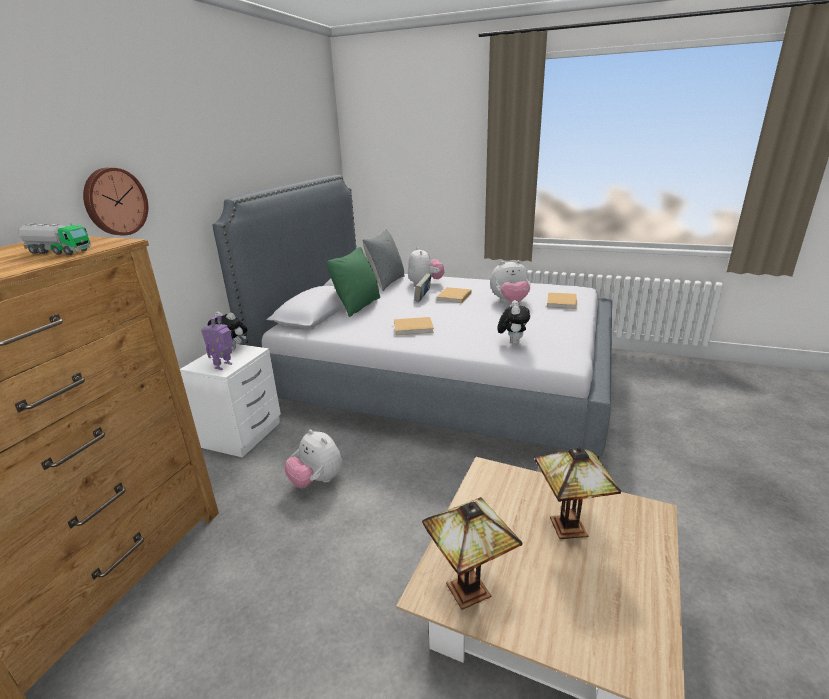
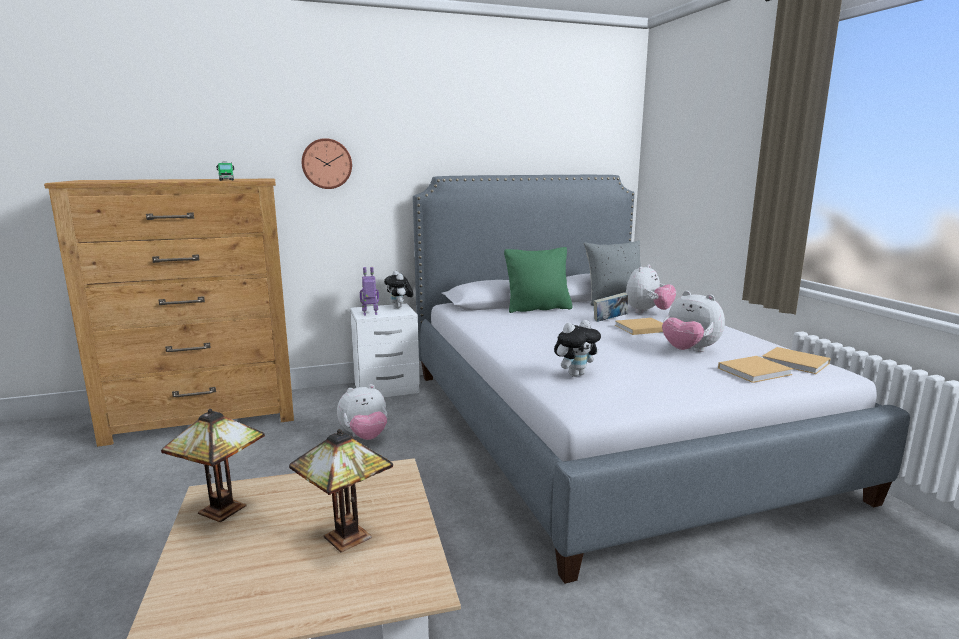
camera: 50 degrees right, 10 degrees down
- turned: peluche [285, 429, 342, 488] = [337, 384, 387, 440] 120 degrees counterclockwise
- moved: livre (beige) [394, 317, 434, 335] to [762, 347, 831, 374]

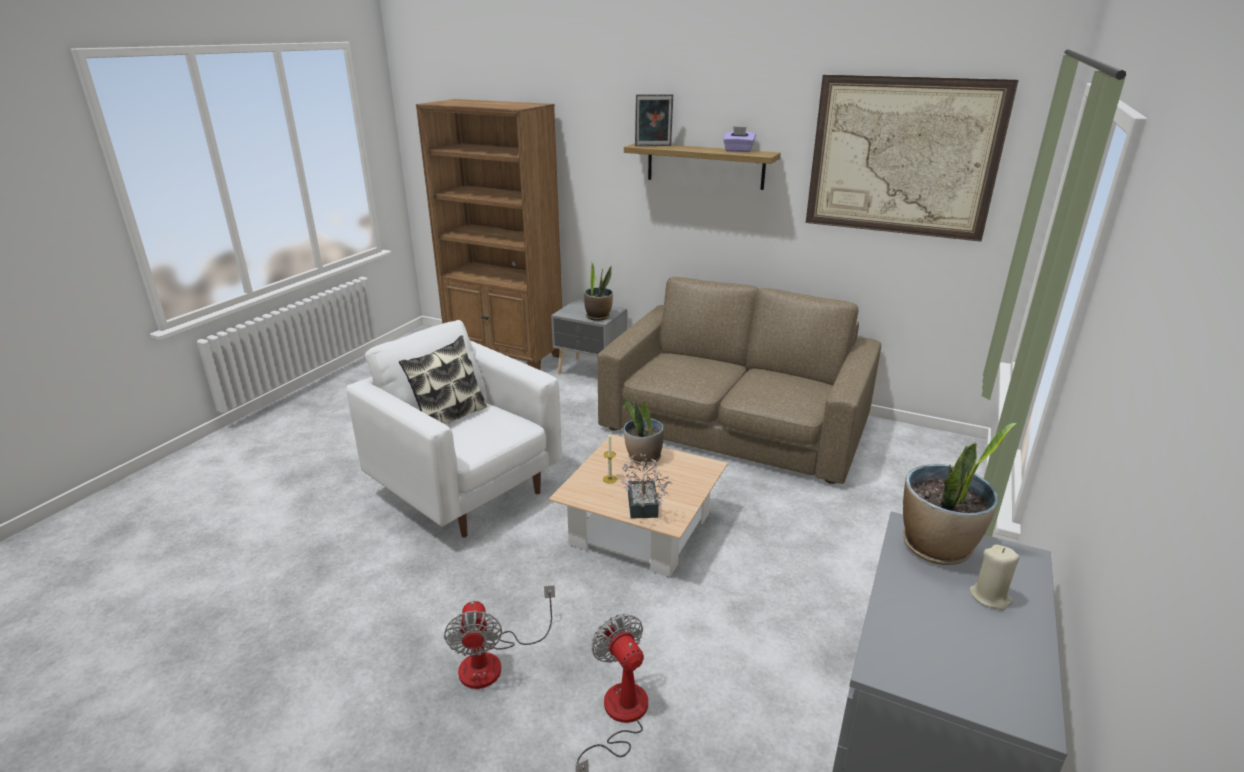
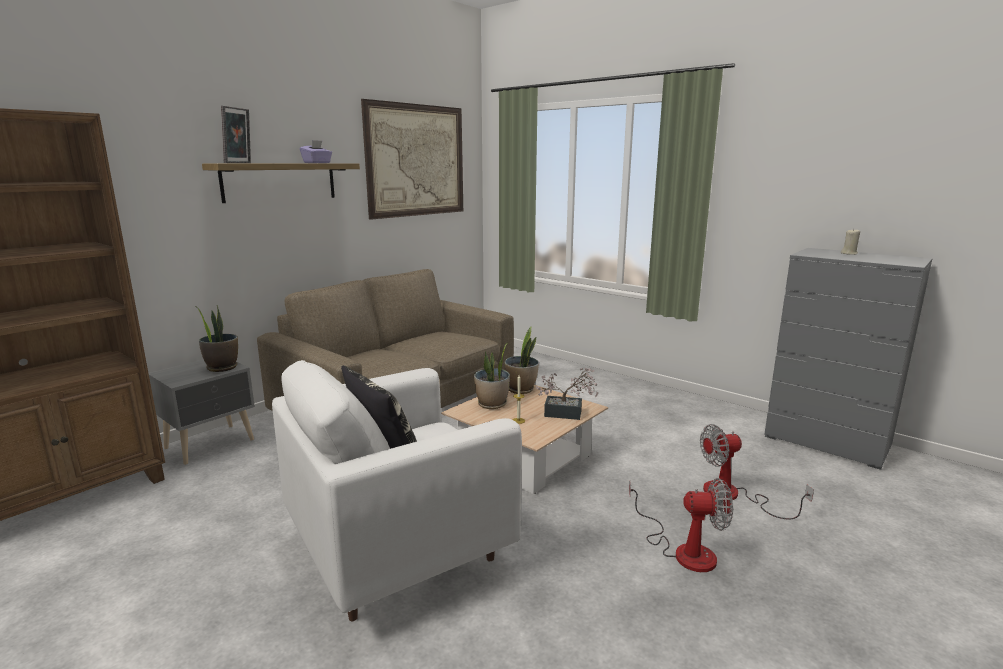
camera: 75 degrees left, 10 degrees down
- moved: plante en pot [903, 423, 1016, 565] to [504, 327, 539, 394]

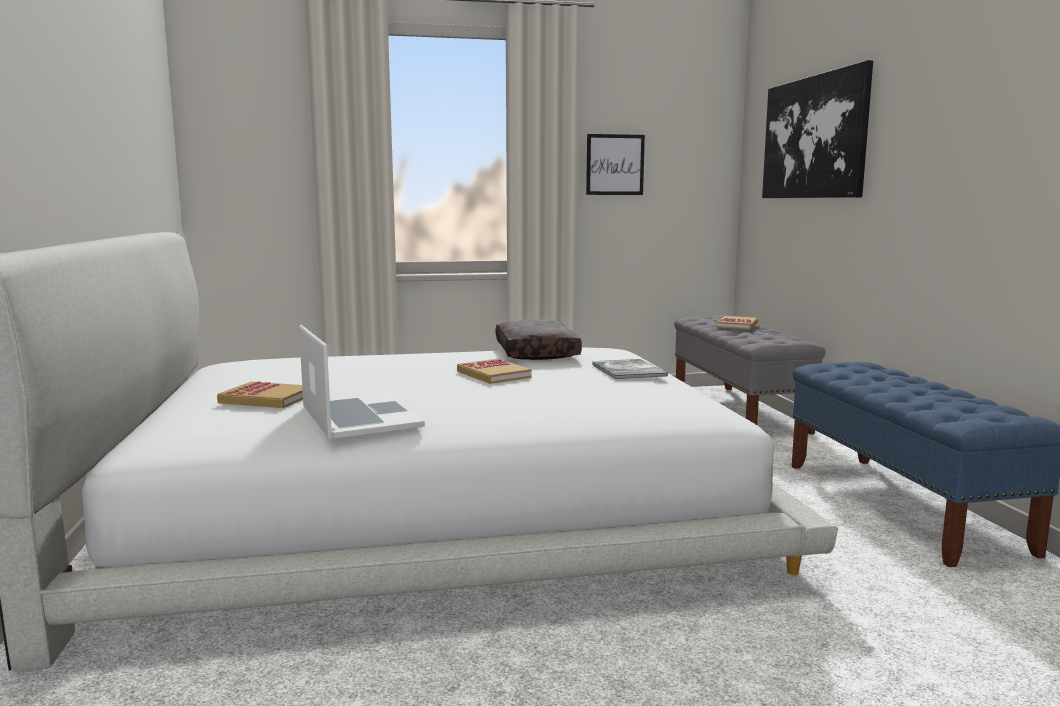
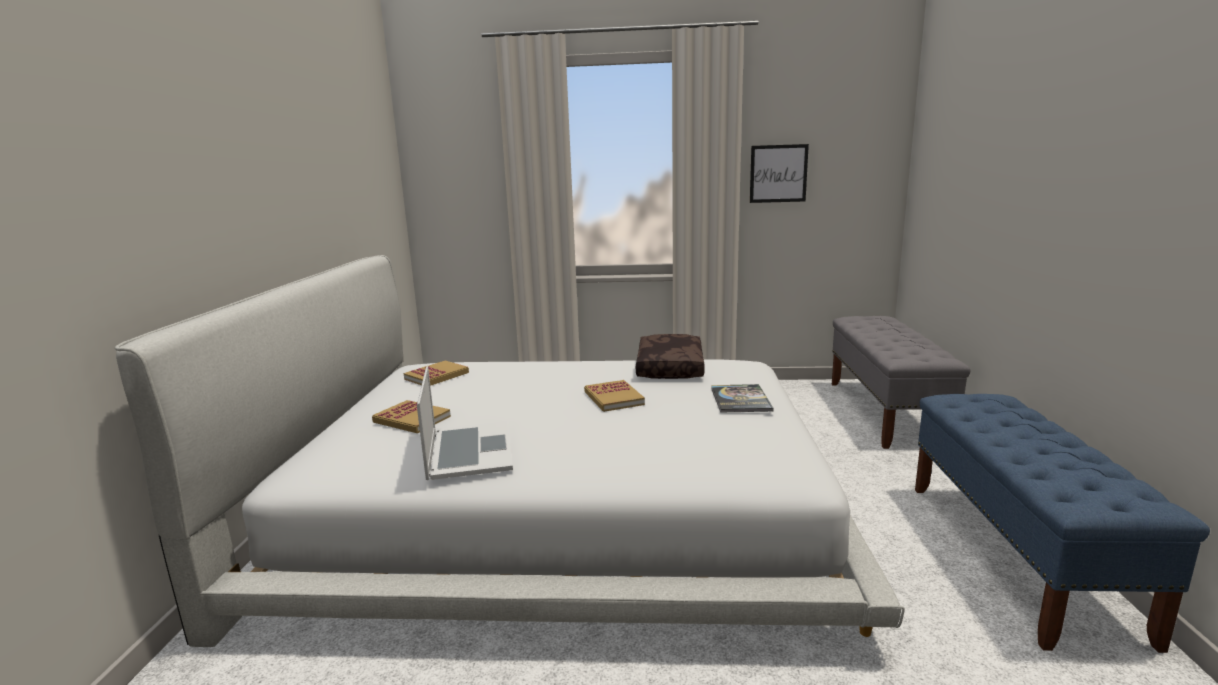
camera: 15 degrees right, 5 degrees up
- moved: livre [716, 316, 758, 330] to [404, 360, 469, 386]
- removed: tableau [762, 60, 873, 198]

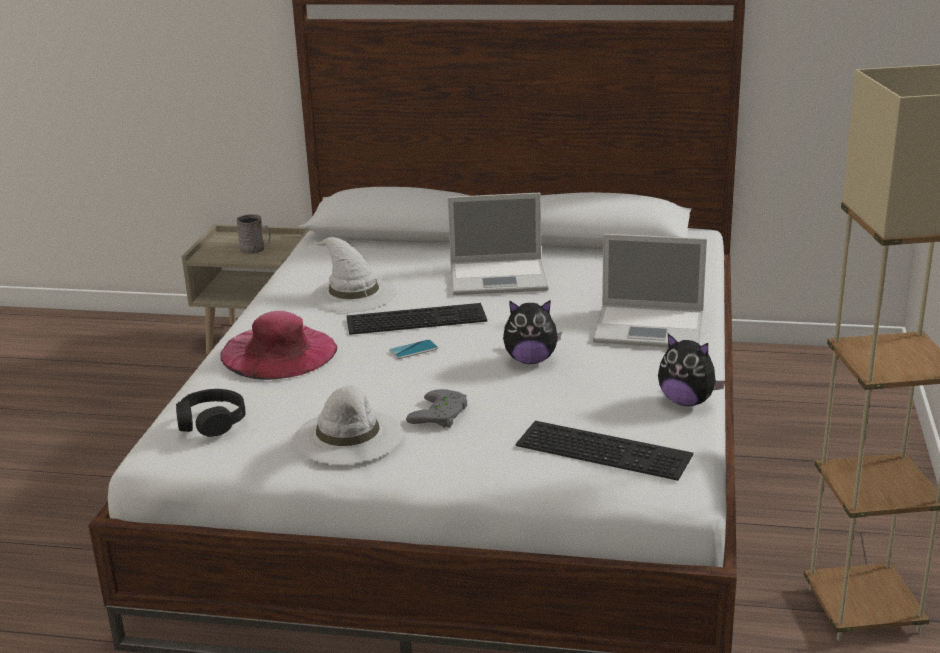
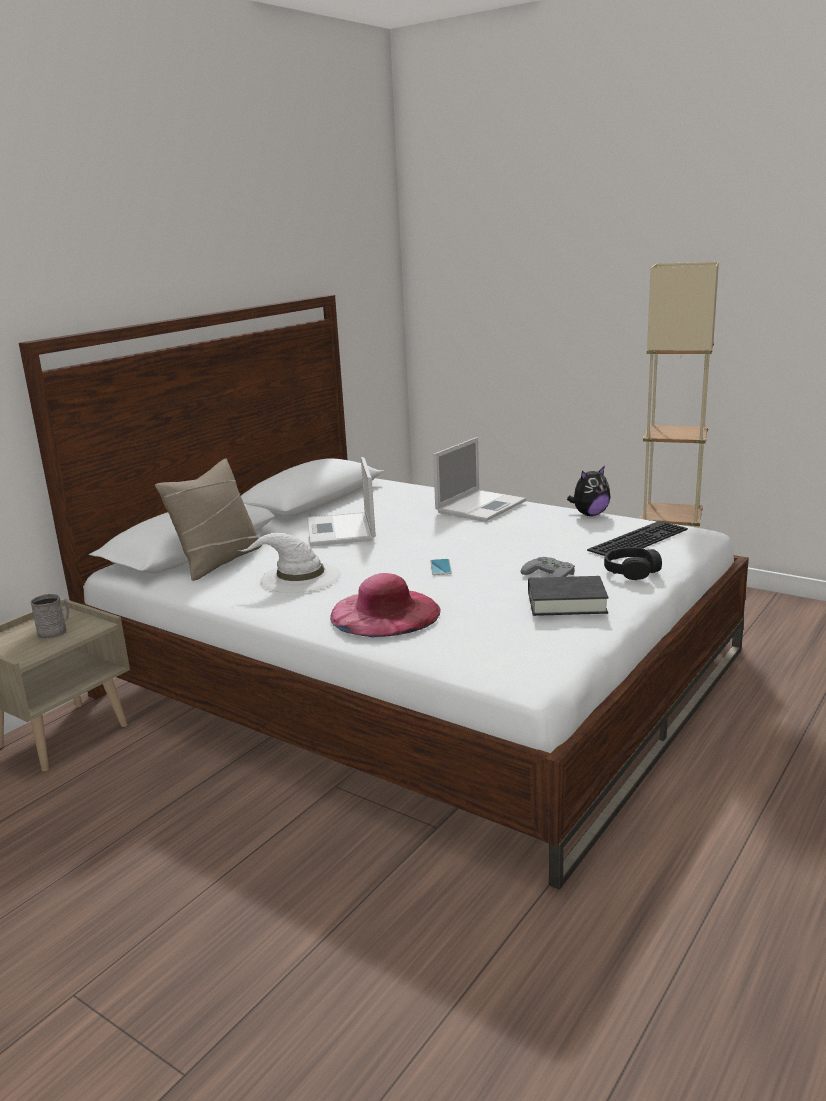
camera: 65 degrees left, 5 degrees down
- added: coussin (beige) [155, 459, 262, 581]
- turned: ordinateur portable [448, 193, 548, 295] = [307, 457, 376, 546] 150 degrees clockwise
- replaced: chapeau (blanc) [294, 385, 402, 464] to livre (noir) [528, 576, 609, 616]
- moved: casque audio (noir) [176, 389, 245, 437] to [604, 547, 662, 580]
- removed: clavier [346, 303, 487, 335]
- removed: peluche [503, 300, 562, 364]

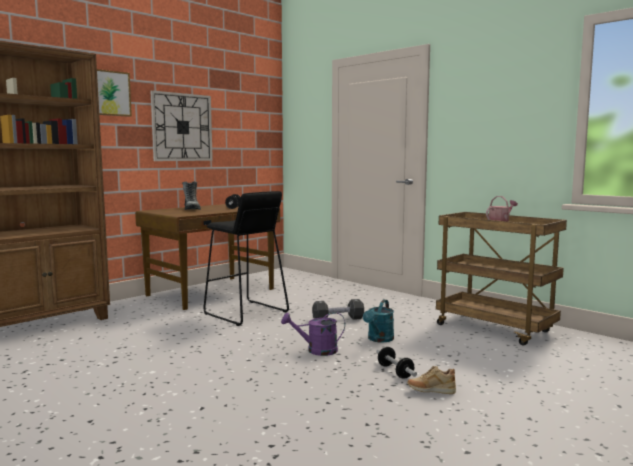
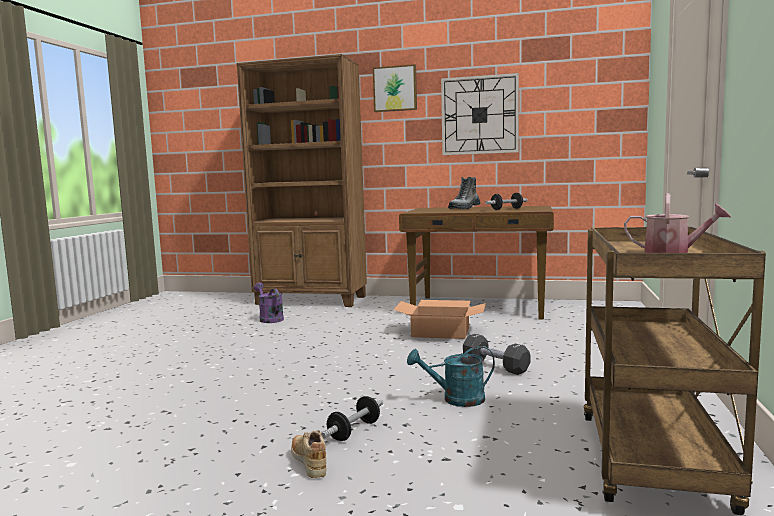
camera: 60 degrees right, 0 degrees up
- moved: arrosoir (violet) [281, 312, 345, 356] to [254, 283, 284, 323]
- replaced: tabouret (noir) [203, 191, 289, 326] to carton [393, 300, 486, 339]

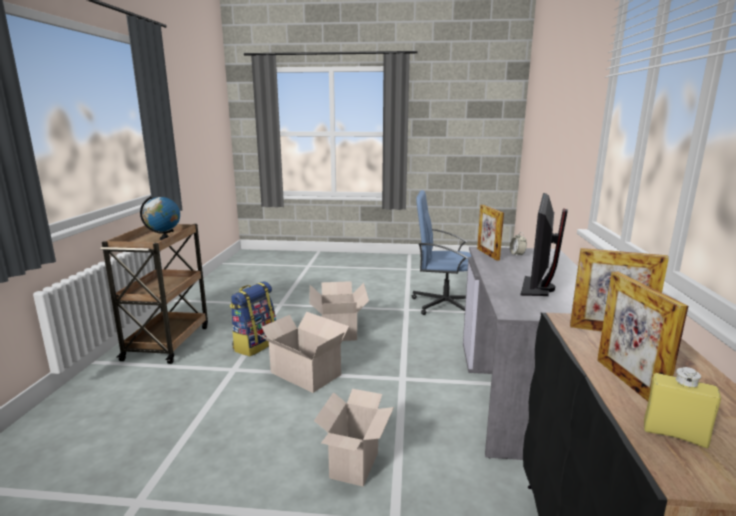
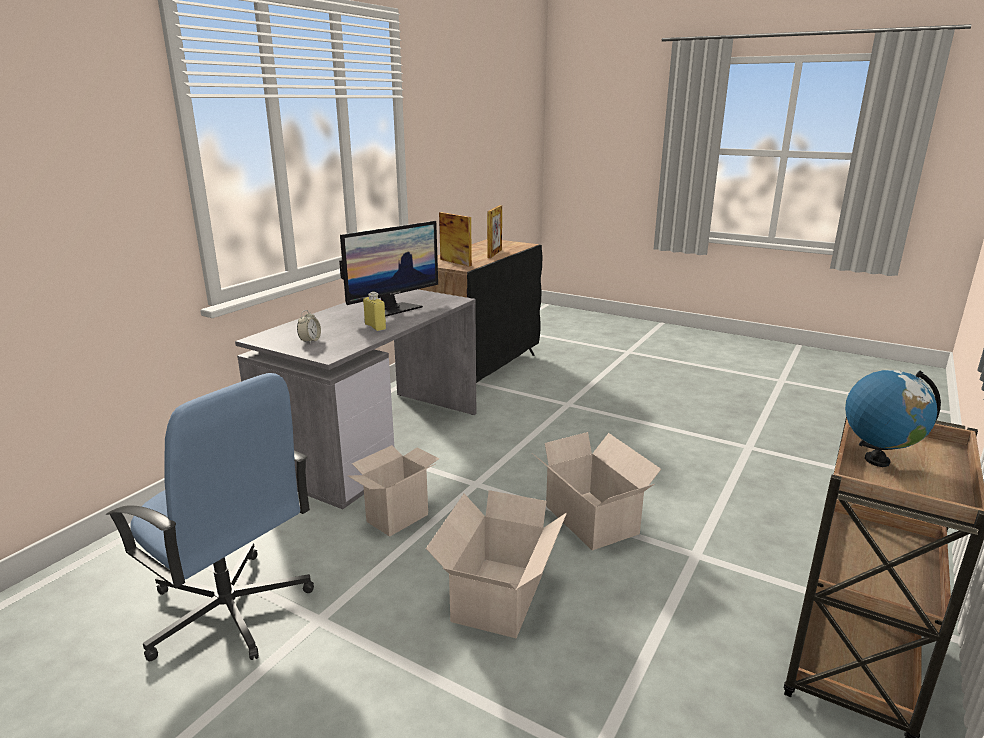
camera: 155 degrees left, 5 degrees up
- moved: carton [314, 389, 394, 487] to [348, 445, 439, 537]
- moved: bouteille (jaune) [644, 367, 721, 448] to [363, 292, 386, 331]
- removed: sac à dos [230, 281, 276, 356]
- removed: cadre photo [477, 205, 504, 261]

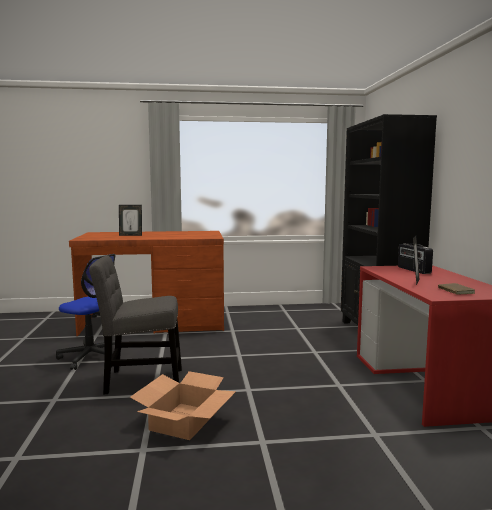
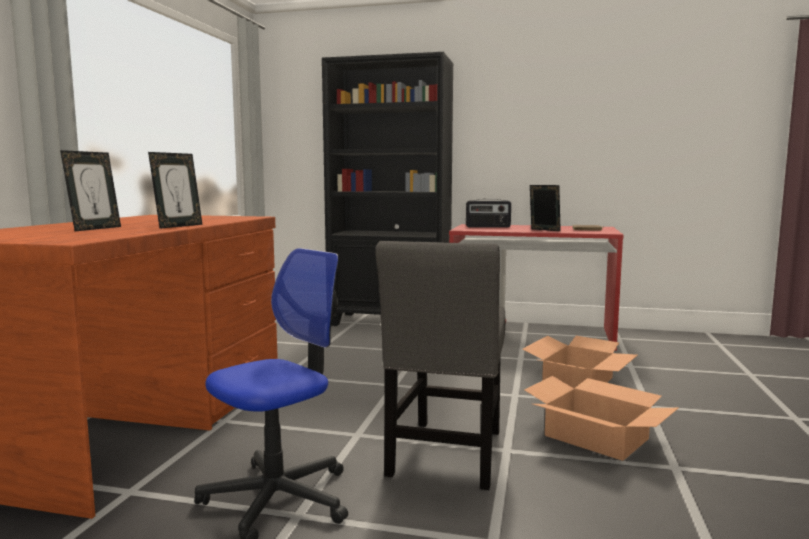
camera: 70 degrees left, 0 degrees up
- added: cadre photo [148, 152, 202, 229]
- added: carton [522, 336, 638, 388]

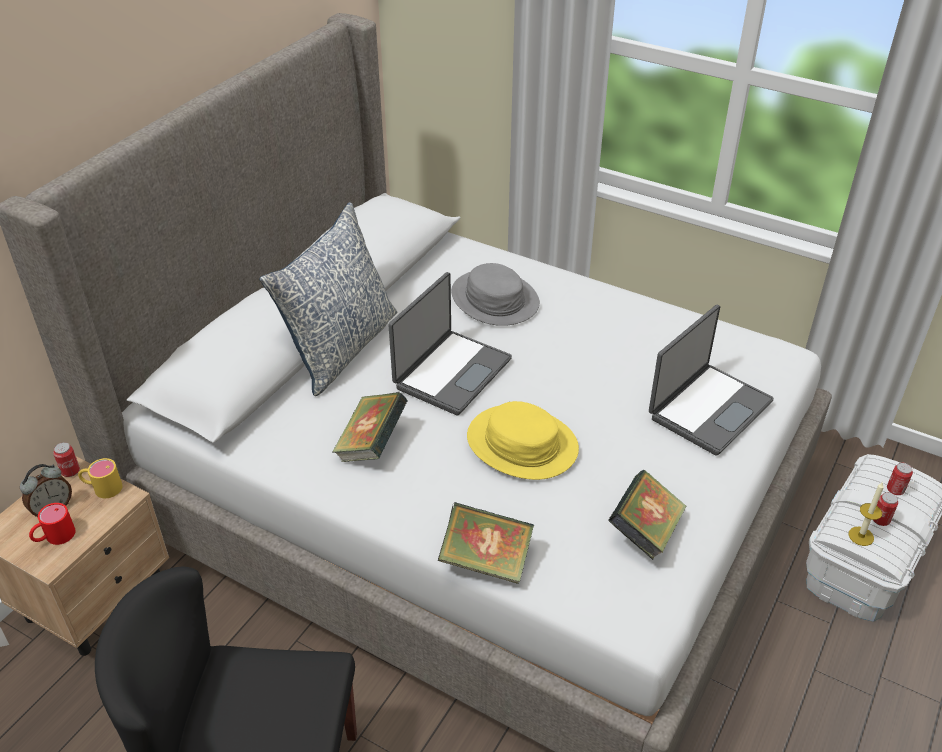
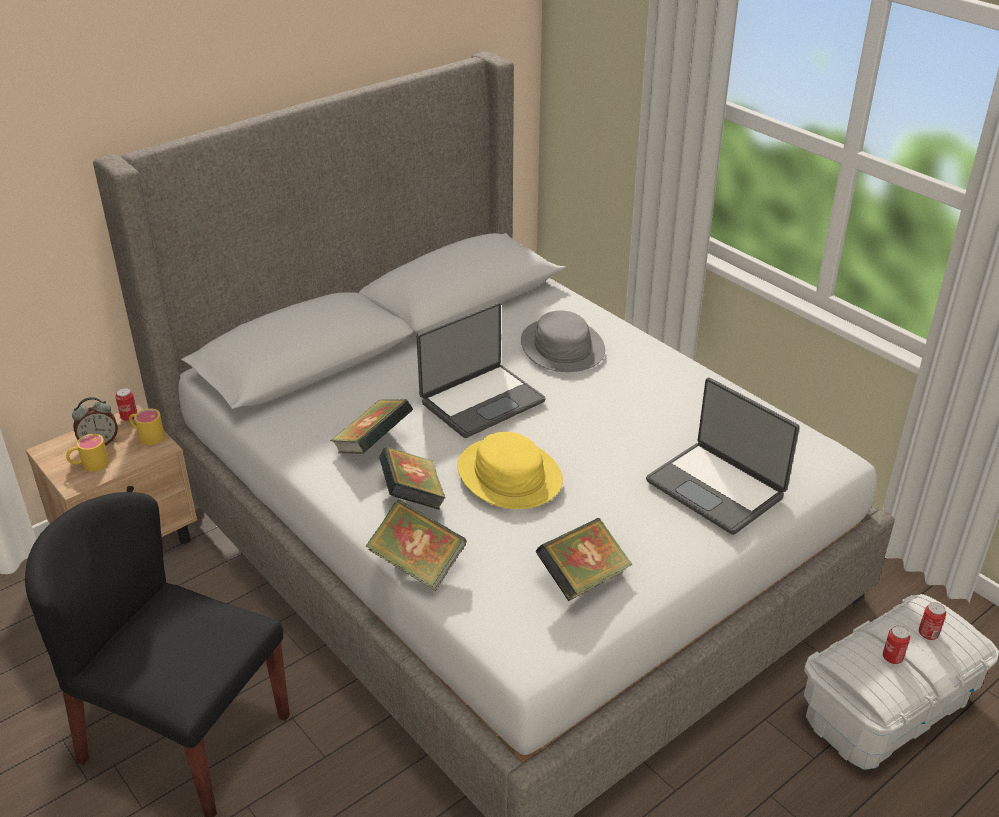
camera: 20 degrees right, 5 degrees down
- recoloured: mug (rouge) [29, 503, 76, 545] to mug (jaune) [66, 434, 109, 472]
- added: livre [379, 447, 445, 510]
- turned: ordinateur portable [649, 305, 774, 456] = [646, 378, 799, 535] 75 degrees clockwise
- removed: coussin [259, 202, 397, 396]
- removed: bougie [848, 482, 884, 546]

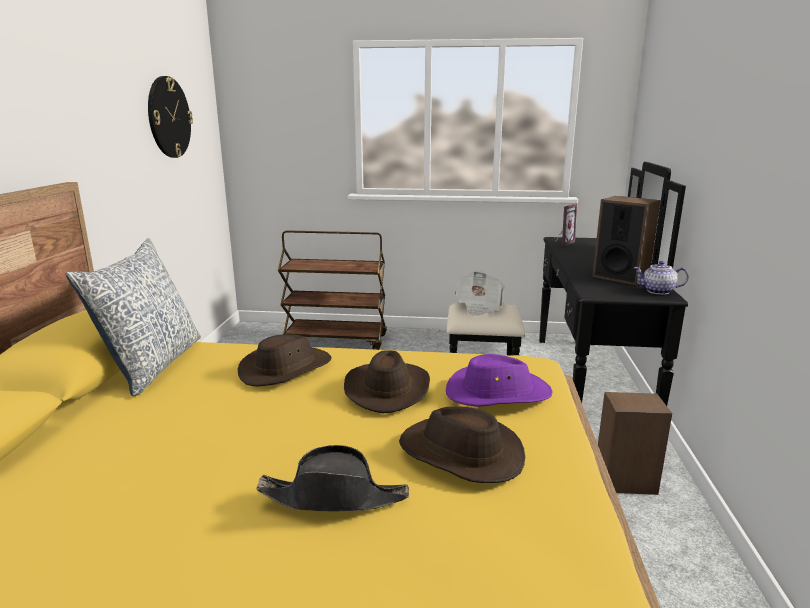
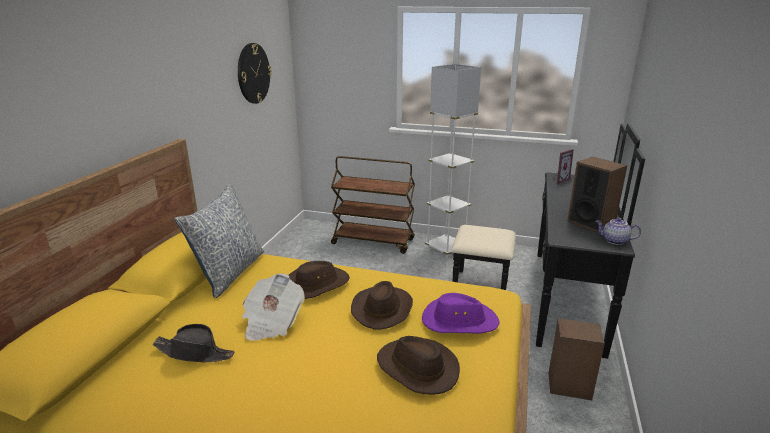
camera: 10 degrees right, 5 degrees up
- moved: chapeau (noir) [256, 445, 409, 511] to [153, 324, 234, 362]
- moved: journal [454, 271, 505, 316] to [242, 273, 305, 341]
- added: lampadaire (blanc) [425, 64, 481, 258]

